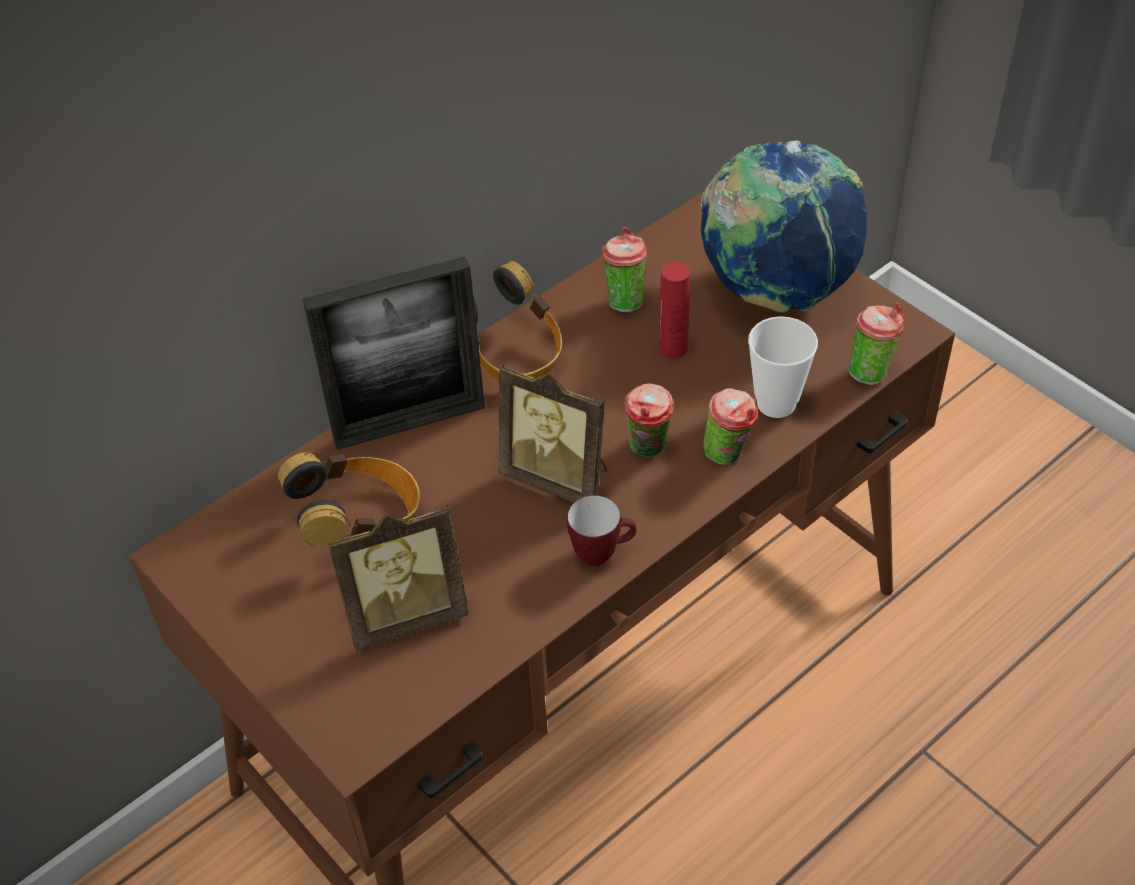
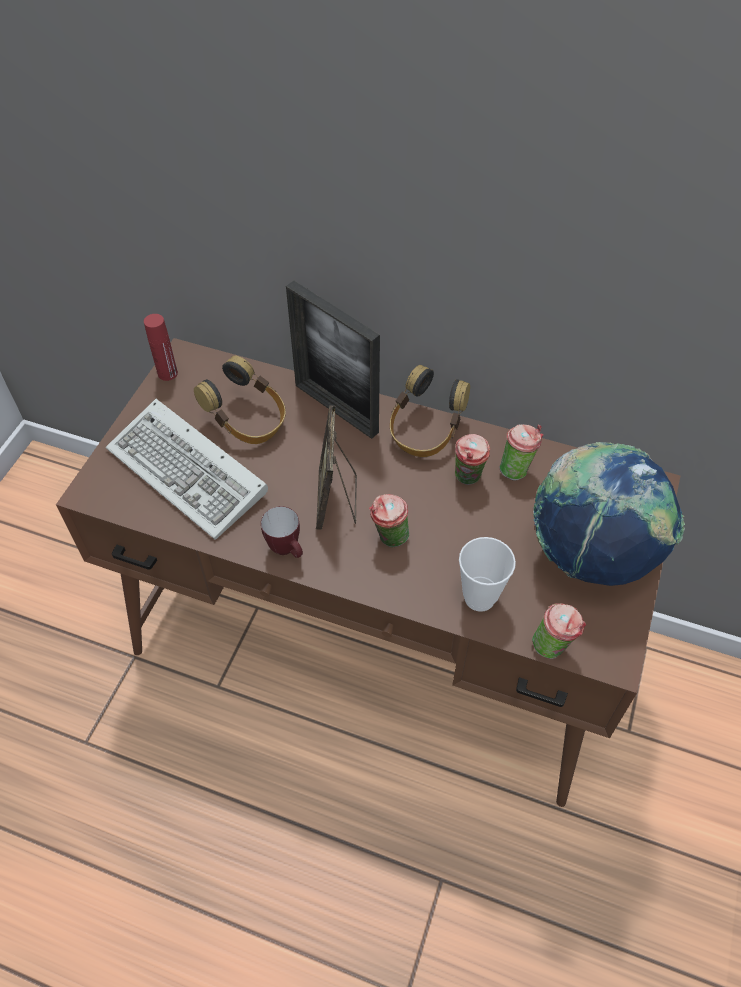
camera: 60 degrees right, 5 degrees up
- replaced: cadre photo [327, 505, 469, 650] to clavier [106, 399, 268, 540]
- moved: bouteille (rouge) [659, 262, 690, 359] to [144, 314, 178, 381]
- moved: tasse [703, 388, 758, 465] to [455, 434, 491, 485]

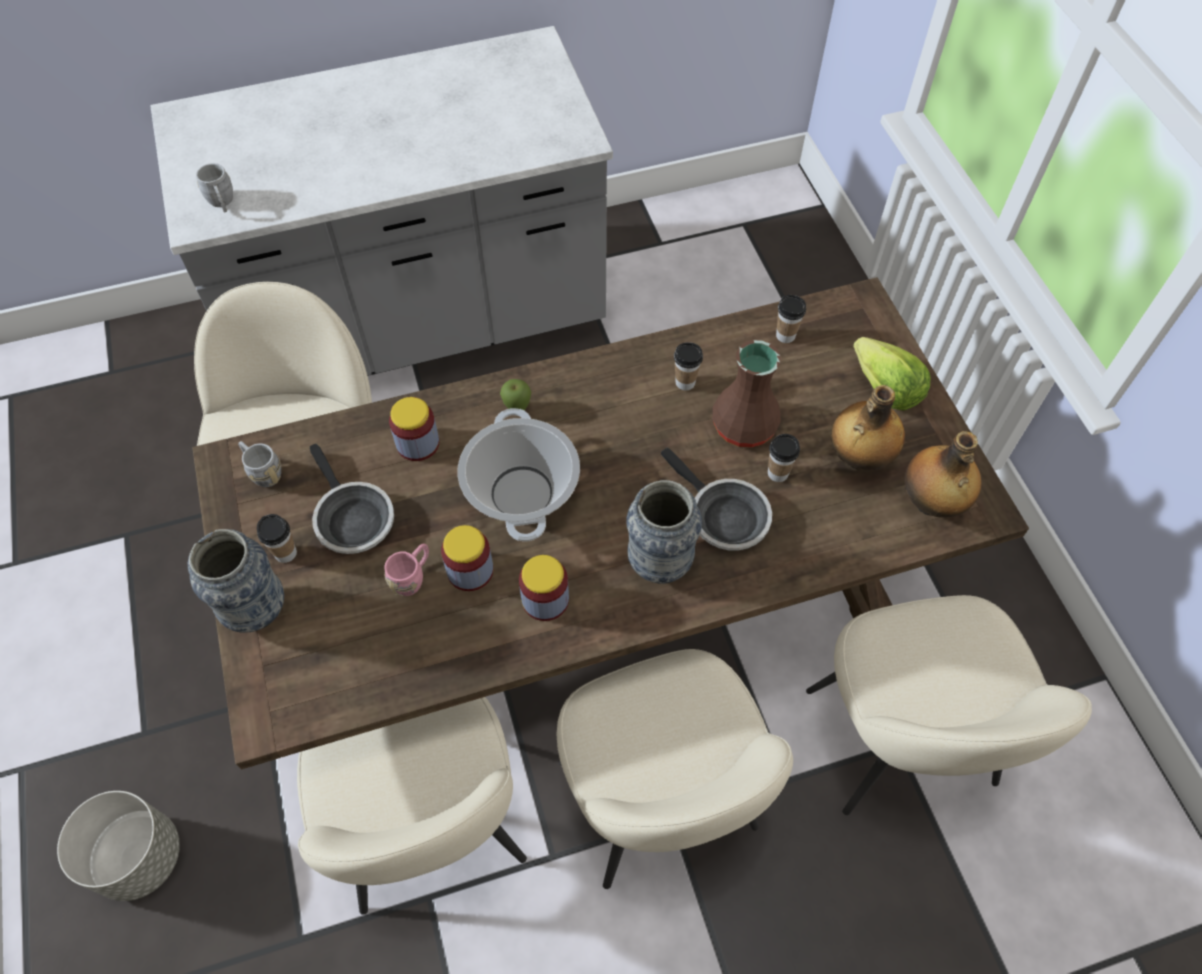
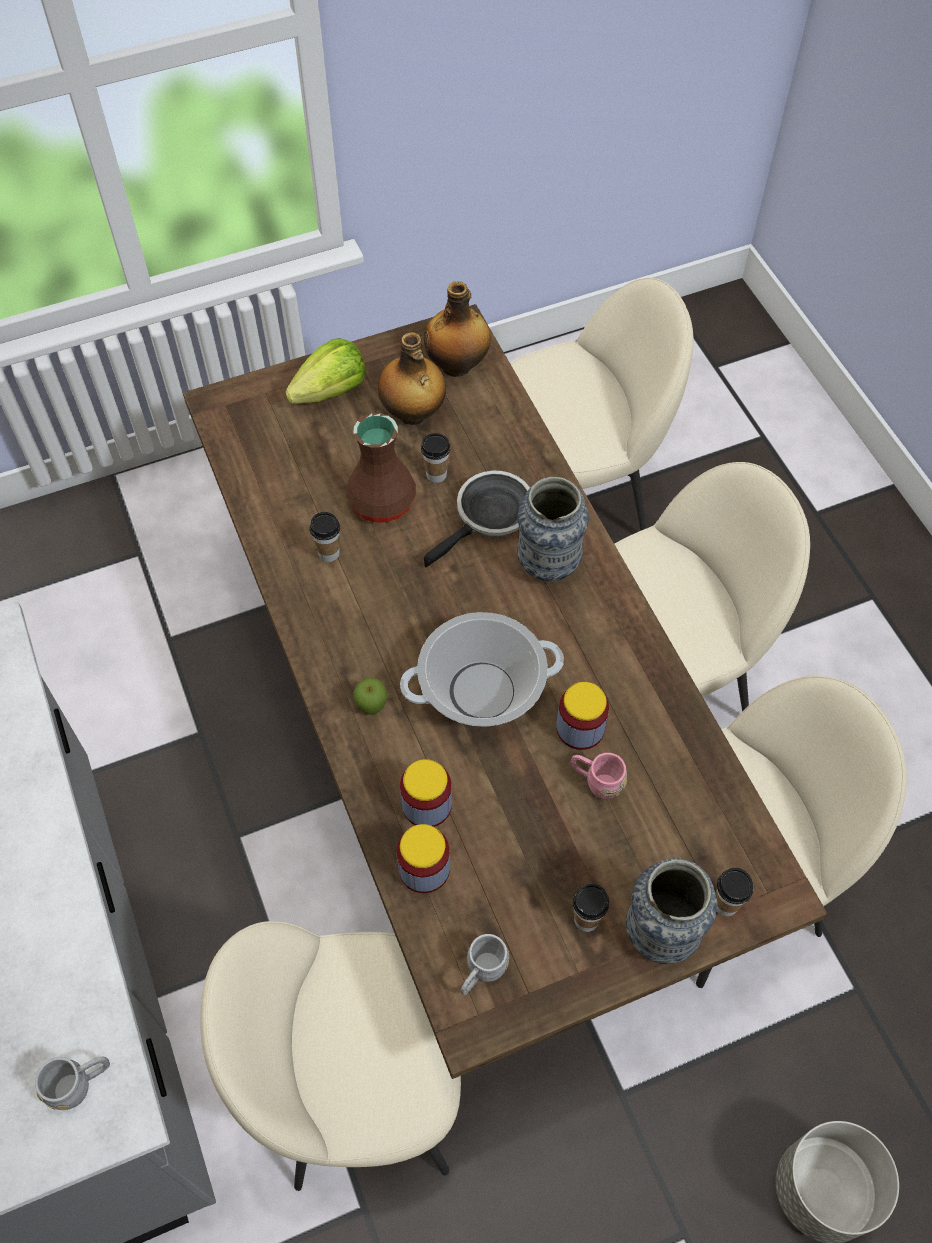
camera: 95 degrees left, 0 degrees up
- moved: bocal [519, 555, 569, 621] to [396, 824, 450, 893]
- moved: tasse [776, 295, 806, 343] to [716, 868, 754, 916]
- removed: poêle [310, 443, 394, 554]

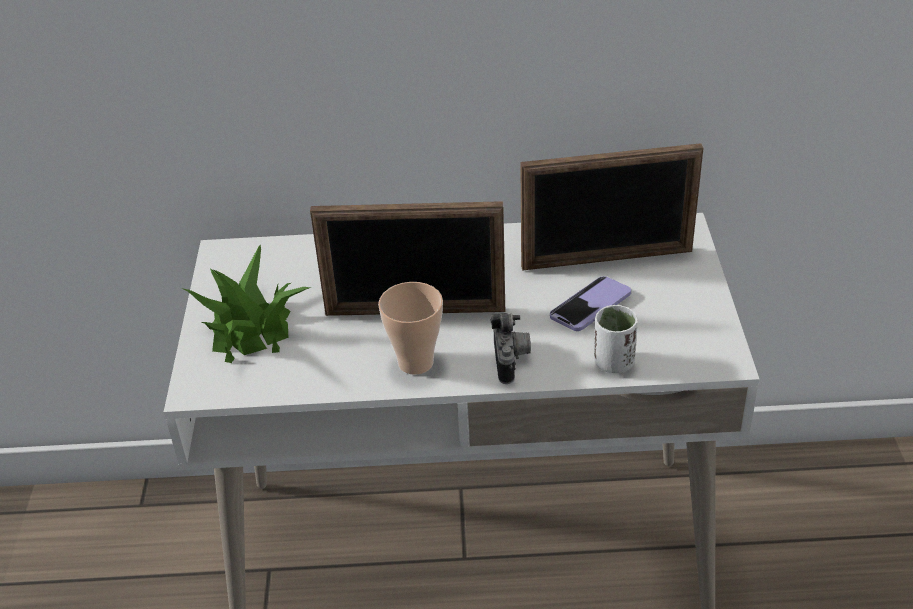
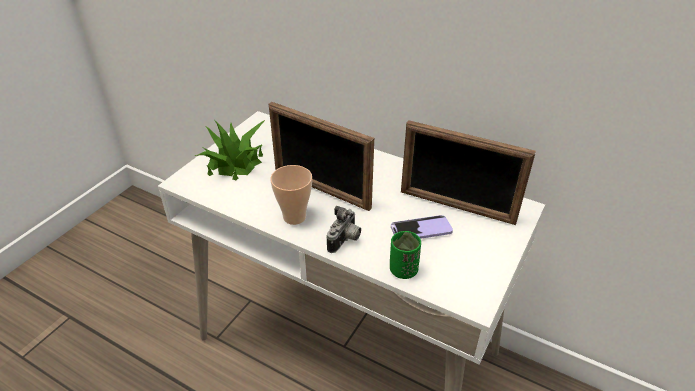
camera: 30 degrees right, 0 degrees up
- recoloured: tasse (blanc) [594, 305, 638, 373] to tasse (vert) [390, 231, 421, 279]

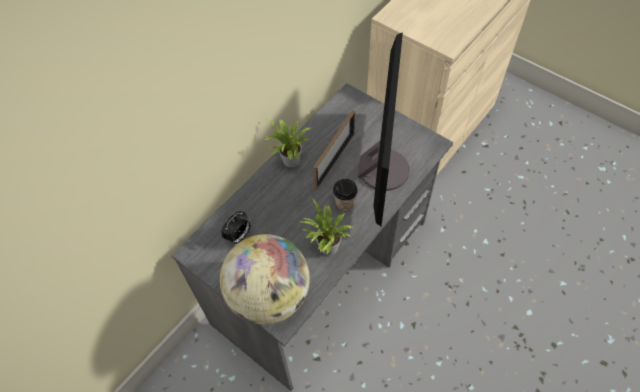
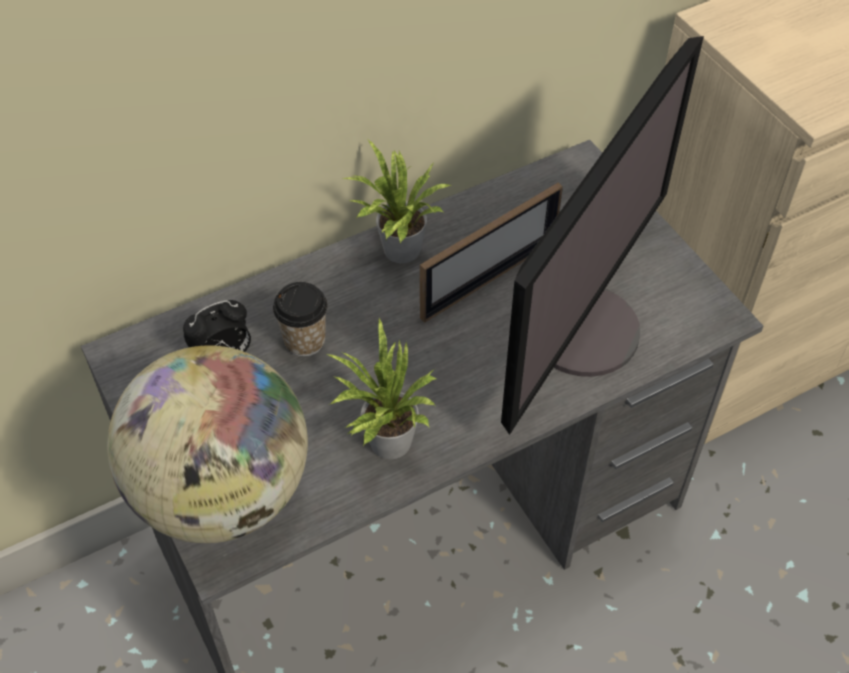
camera: 20 degrees right, 5 degrees down
- moved: tasse [333, 179, 358, 211] to [273, 282, 328, 356]

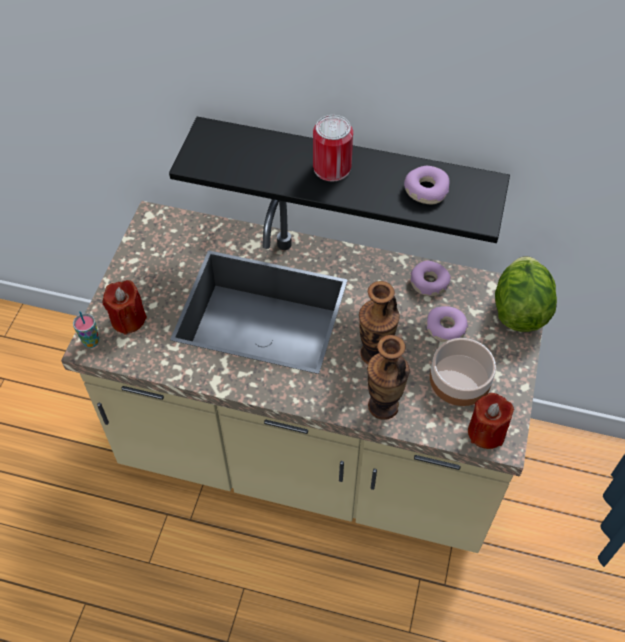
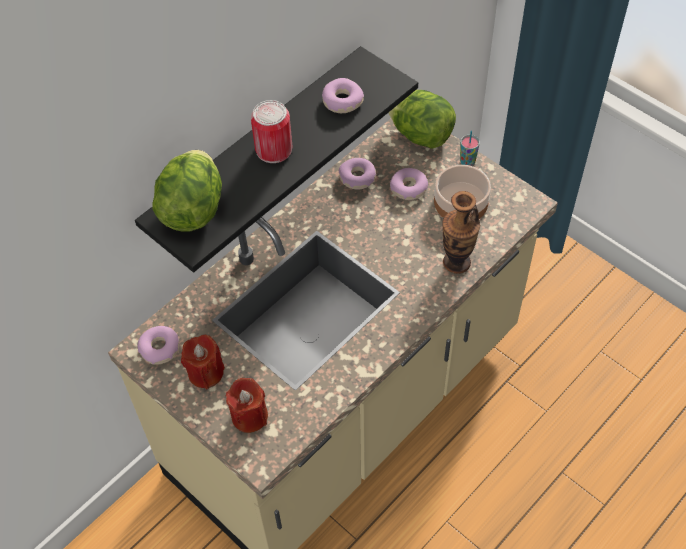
camera: 60 degrees left, 0 degrees up
- added: beignet [138, 326, 179, 365]
- added: laitue [152, 150, 222, 232]
- moved: bougie (rouge) [468, 393, 514, 449] to [181, 335, 225, 389]
- moved: tasse [73, 311, 100, 348] to [460, 130, 480, 166]
- removed: vase [359, 281, 400, 364]

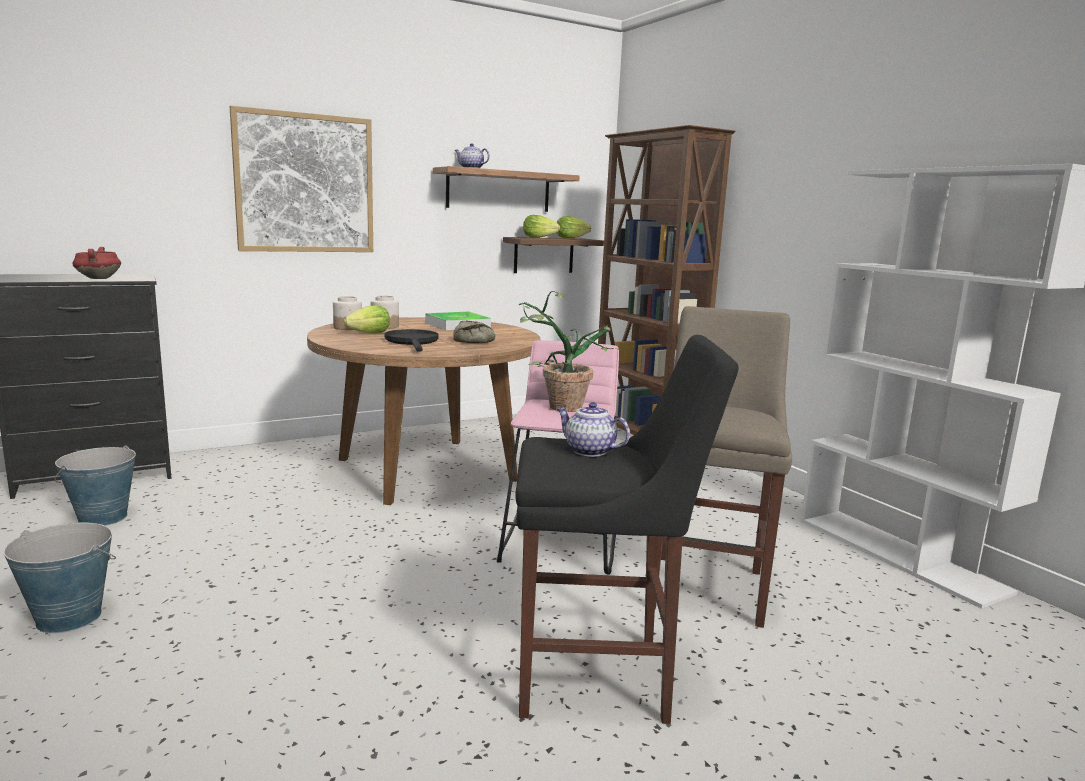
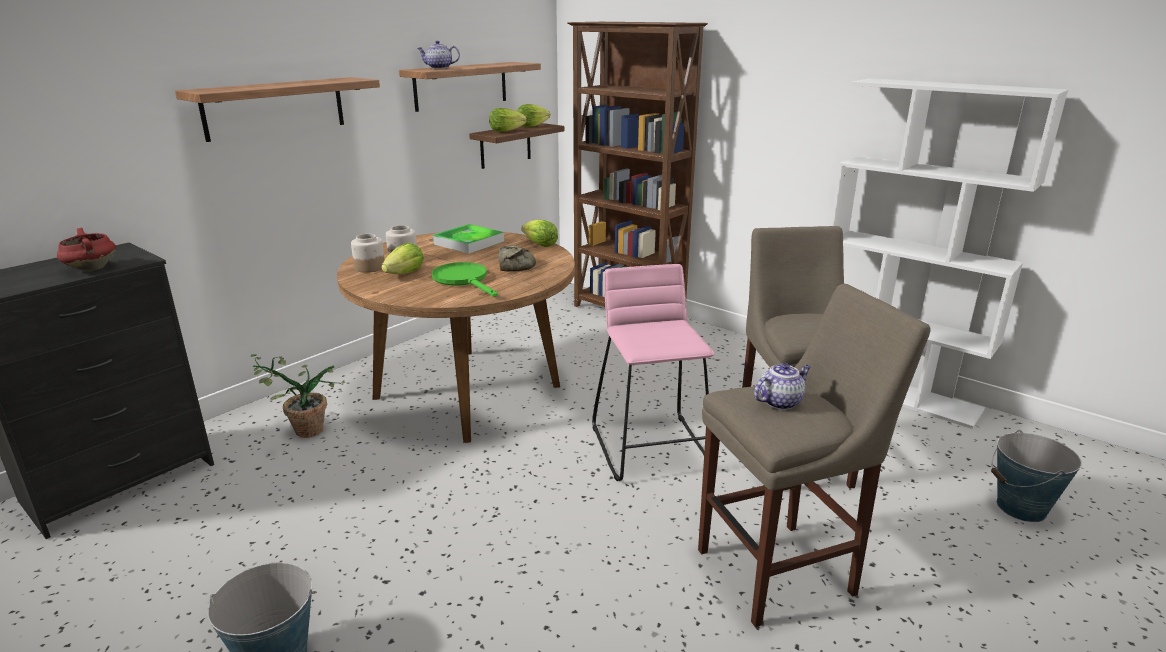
camera: 20 degrees left, 10 degrees up
- replaced: tableau [230, 106, 373, 252] to étagère [175, 77, 380, 142]
- moved: plante en pot [518, 291, 621, 412] to [250, 354, 346, 438]
- recoloured: poêle (noir) [385, 329, 439, 352] to poêle (vert) [432, 262, 498, 297]
- added: laitue [521, 219, 558, 247]
- recoloured: tabouret (noir) [515, 335, 739, 724] to tabouret (beige) [698, 284, 931, 627]
- turned: théière [556, 402, 630, 457] = [754, 363, 811, 410] 135 degrees clockwise
- moved: seau [55, 445, 136, 526] to [991, 430, 1082, 522]

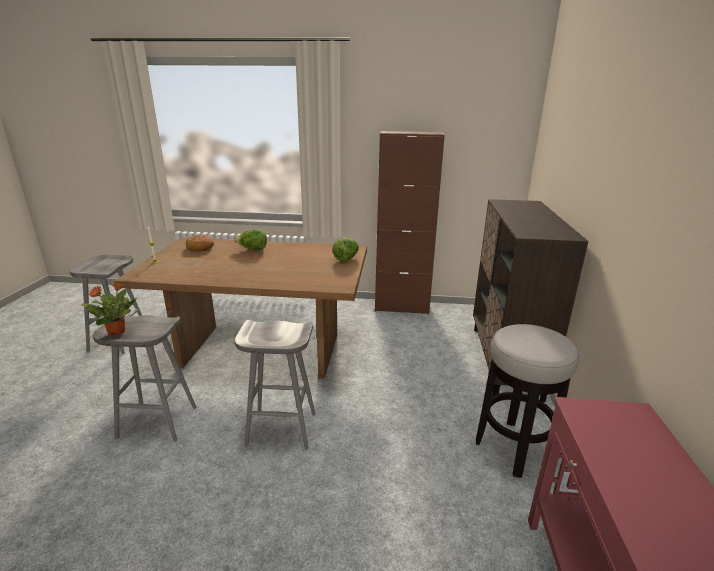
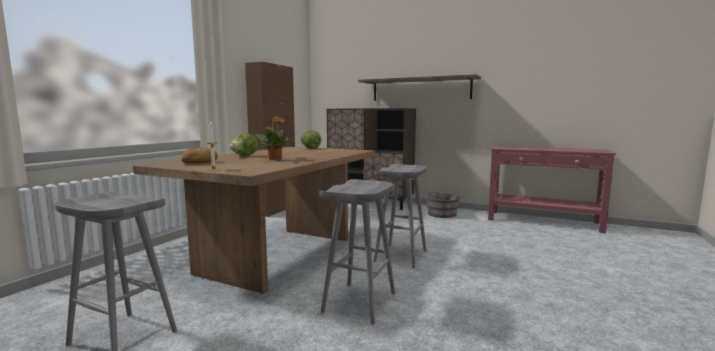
camera: 70 degrees left, 15 degrees down
- moved: plante en pot [81, 282, 137, 336] to [255, 117, 291, 160]
- added: étagère [358, 74, 481, 101]
- replaced: tabouret [476, 324, 579, 478] to seau (gris) [426, 192, 462, 218]

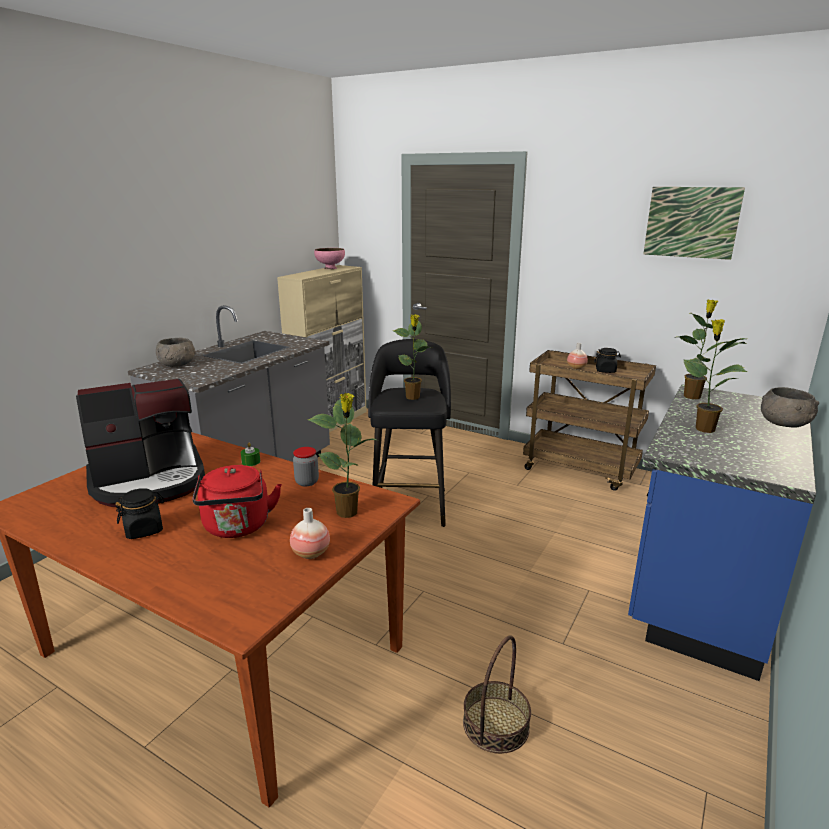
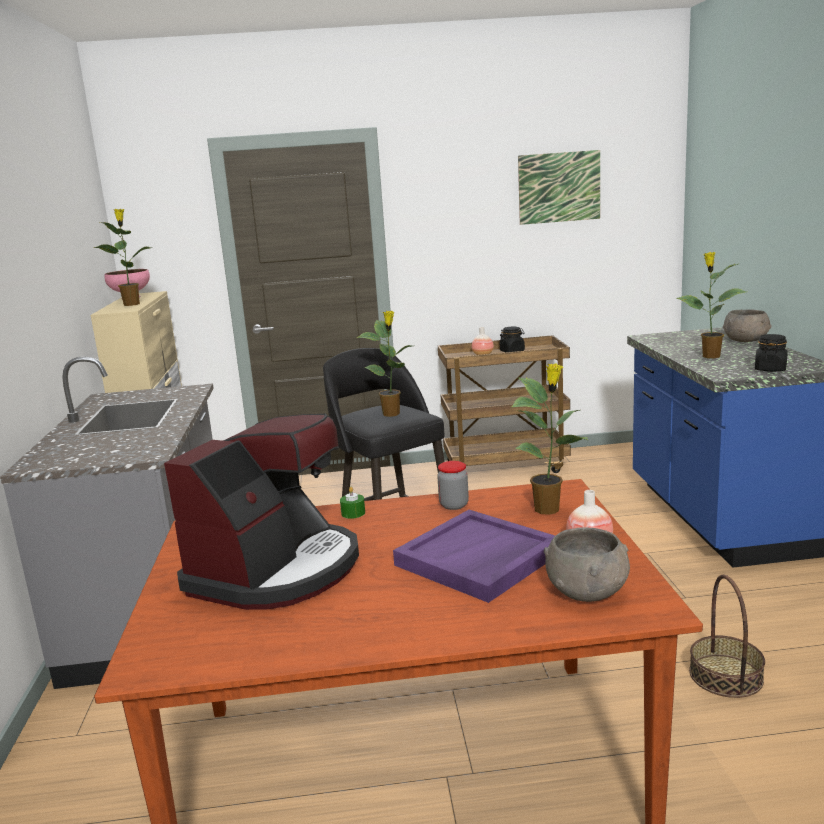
camera: 35 degrees left, 5 degrees down
- moved: plante en pot [675, 299, 728, 399] to [94, 209, 151, 306]
- replaced: bouilloire (rouge) [193, 465, 282, 538] to plateau (violet) [393, 510, 555, 603]
- moved: bol (gris) [156, 338, 196, 367] to [544, 527, 630, 602]
- moved: bocal (noir) [115, 488, 164, 539] to [755, 334, 788, 372]

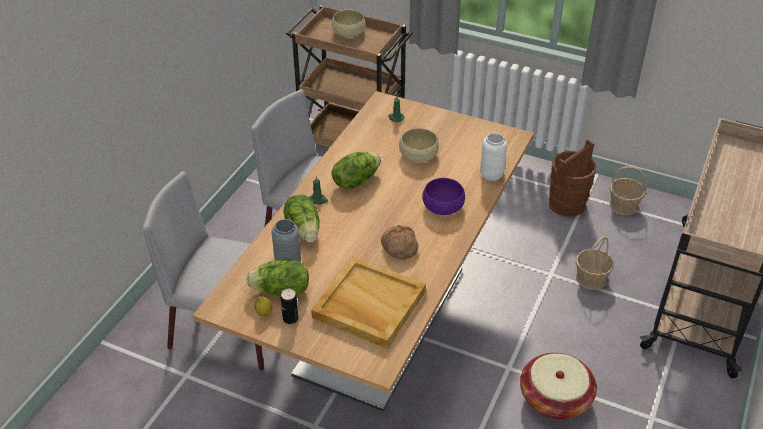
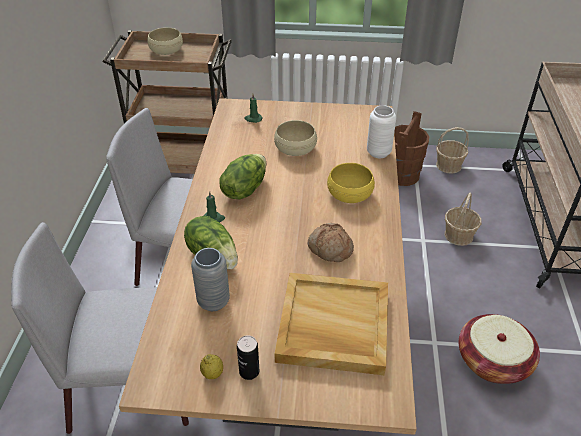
camera: 20 degrees left, 0 degrees up
- recoloured: bol (violet) [422, 178, 465, 215] to bol (jaune) [327, 163, 375, 203]
- removed: laitue [246, 259, 309, 297]

